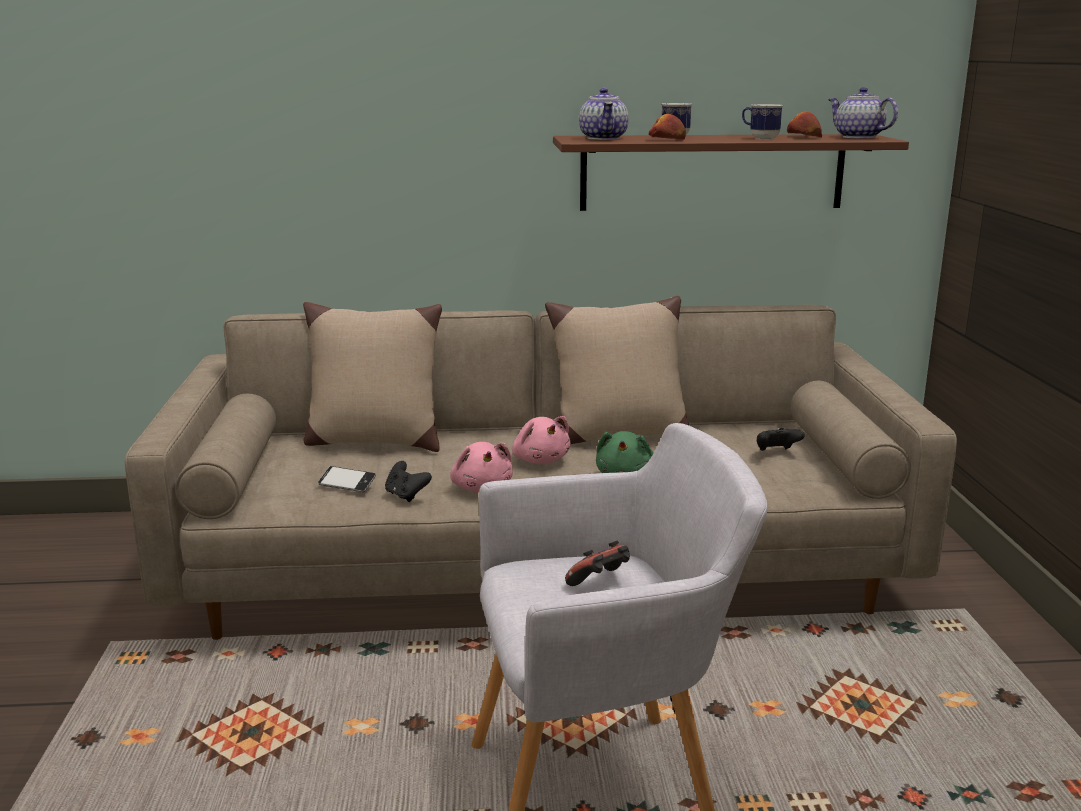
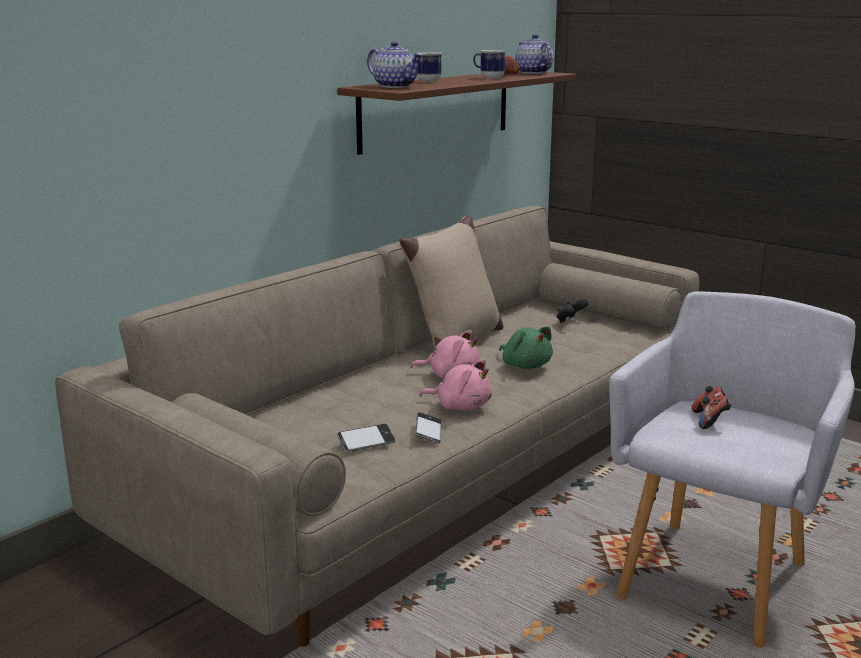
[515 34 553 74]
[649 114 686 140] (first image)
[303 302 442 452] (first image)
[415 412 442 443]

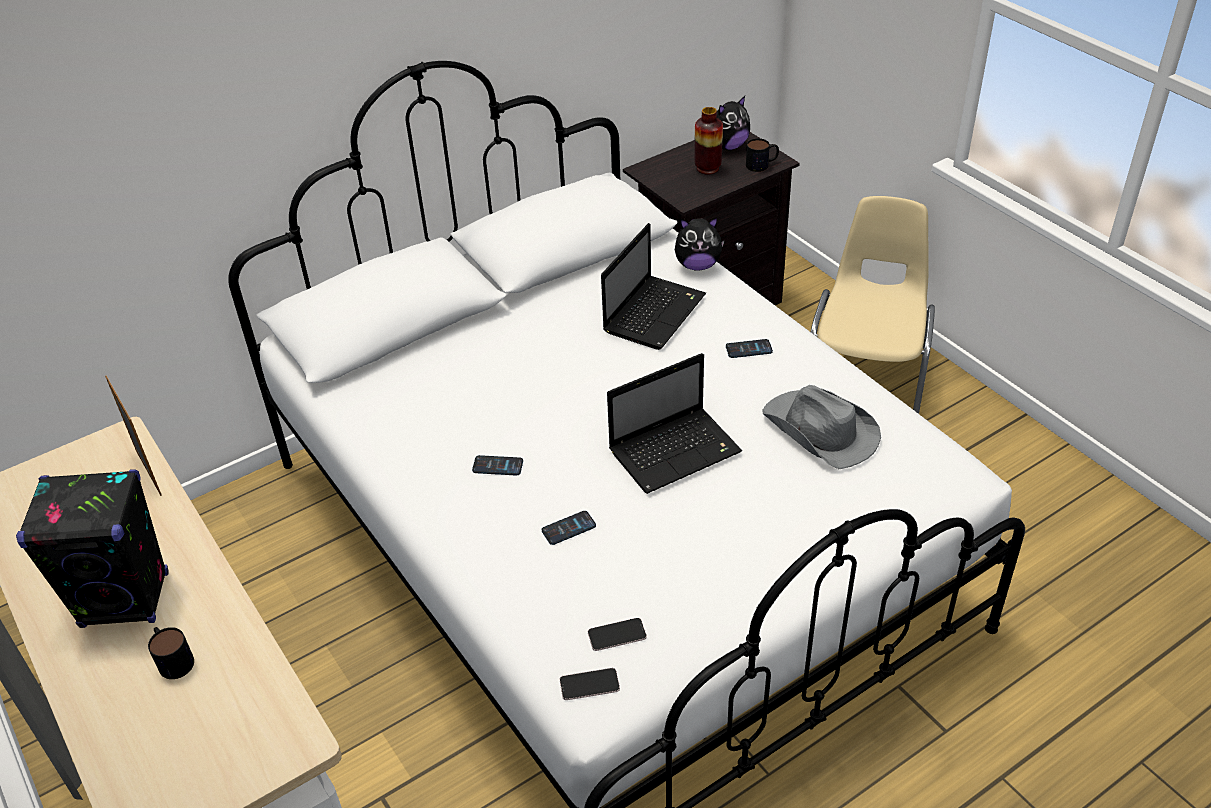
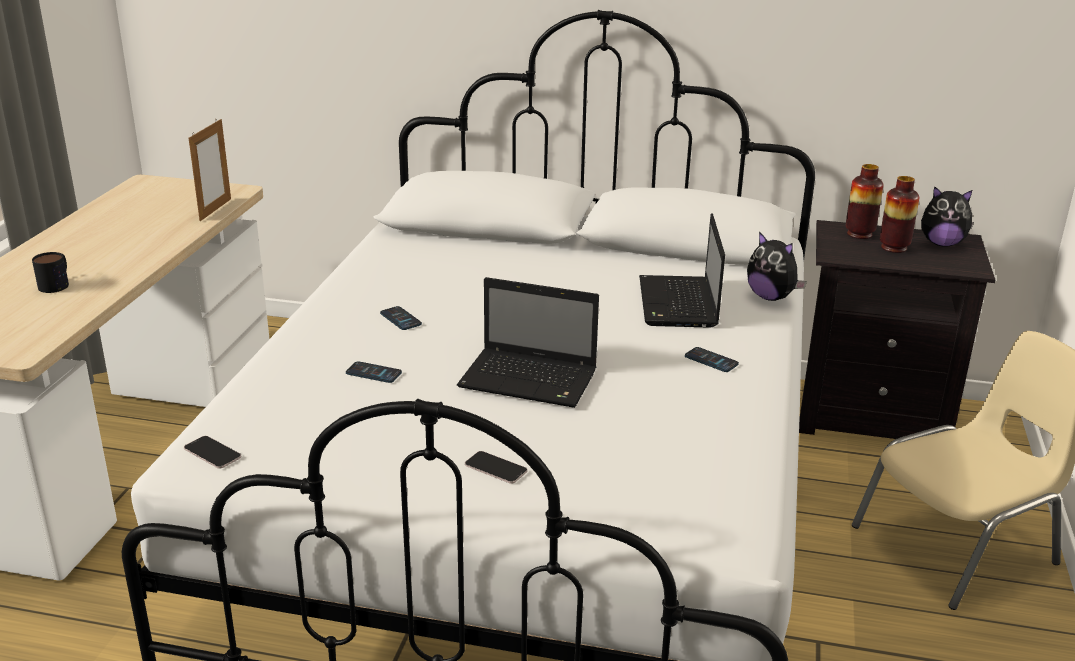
[746 138 779 172] (first image)
[639 214 725 328]
[762 385 881 469] (first image)
[16 469 169 628] (first image)
[465 451 527 484]
[846 164 883 239]

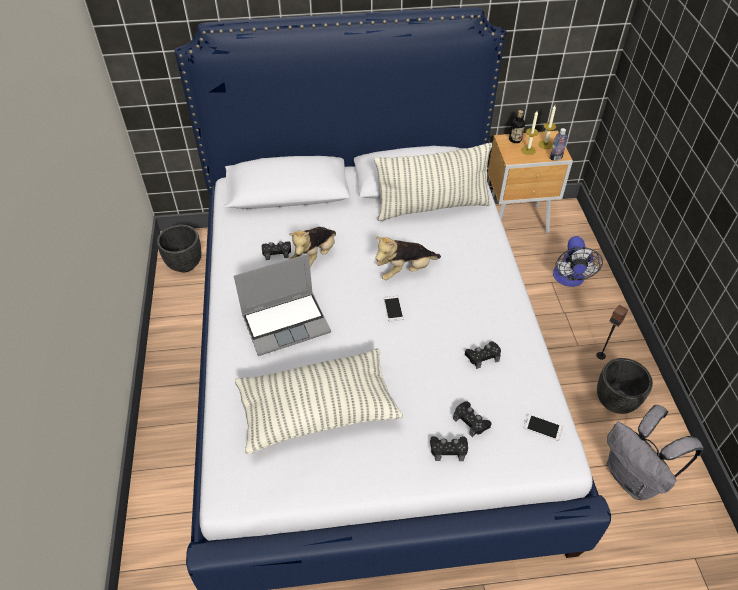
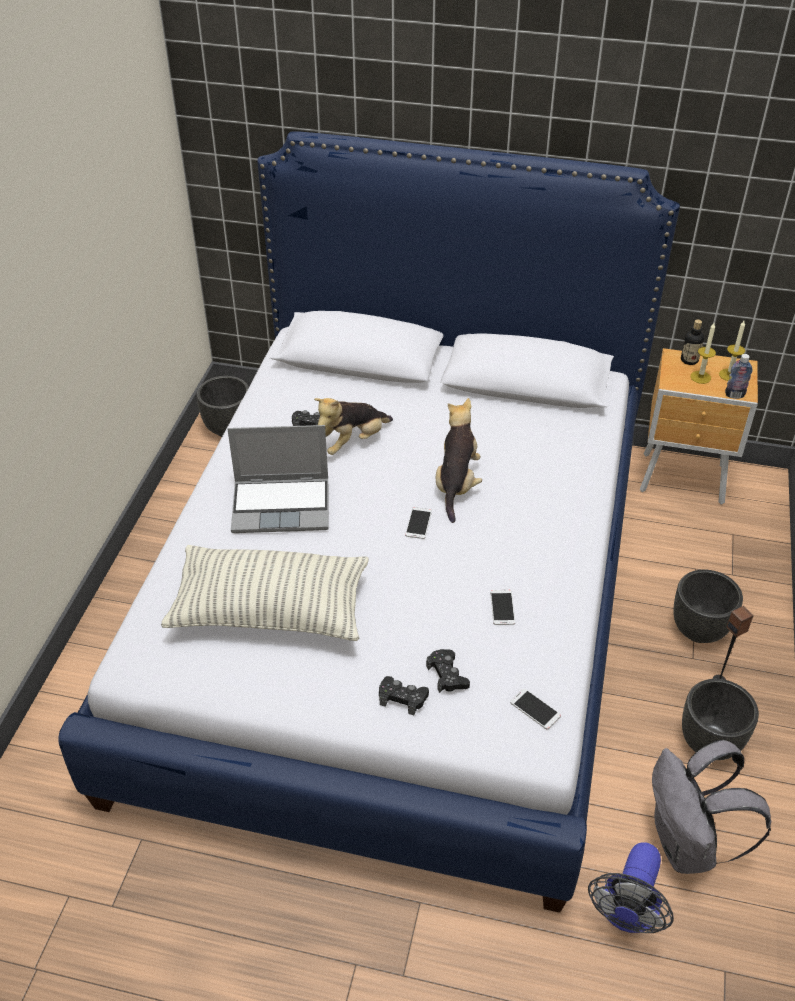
[374 143 492 221] (first image)
[588 842 674 933]
[436 398 482 523]
[490 590 515 625]
[673 570 743 643]

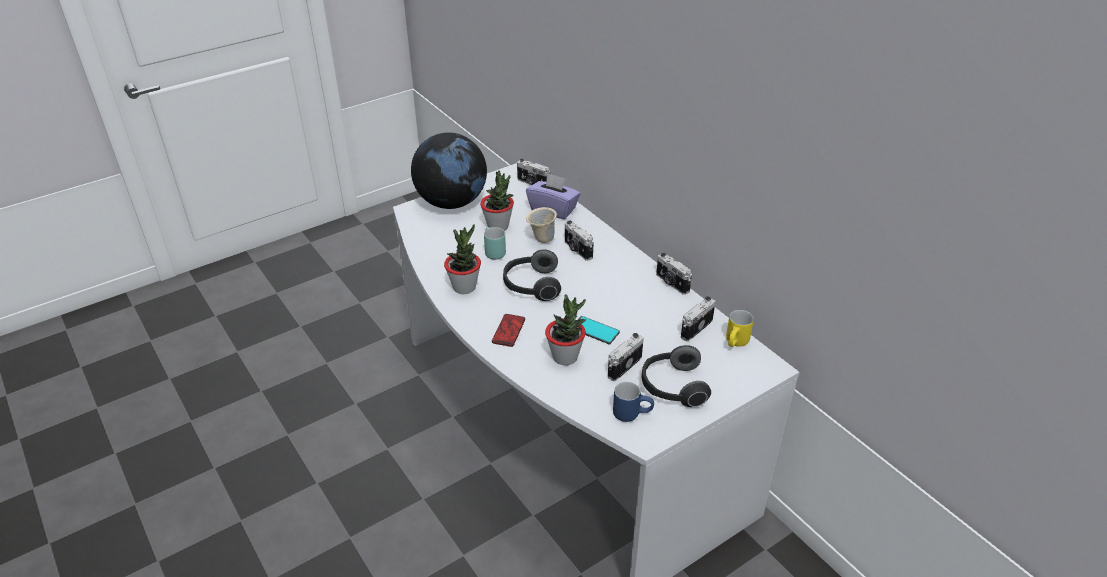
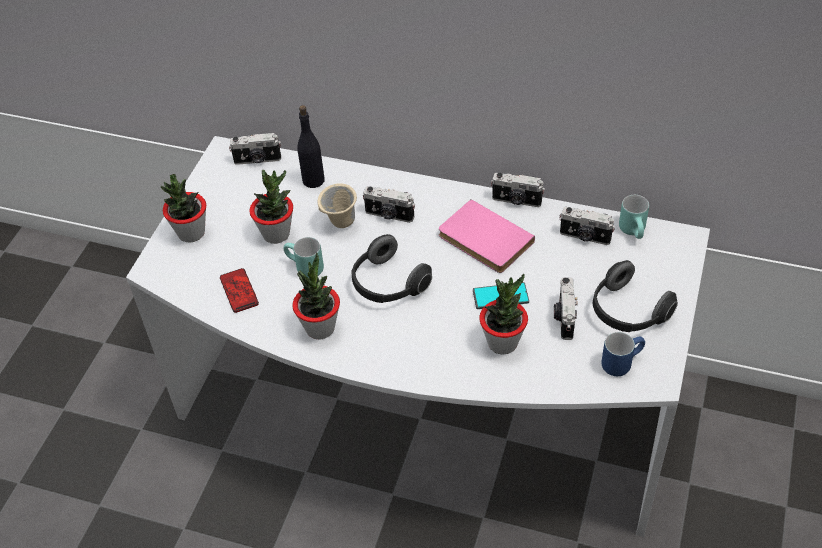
[161 174 206 243]
[297 105 325 188]
[560 207 615 245]
[619 195 649 239]
[220 268 259 313]
[439 199 535 273]

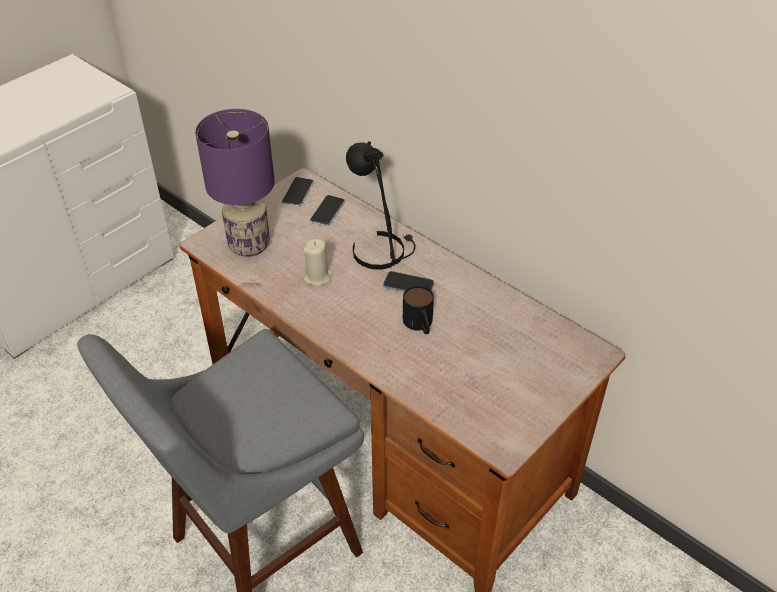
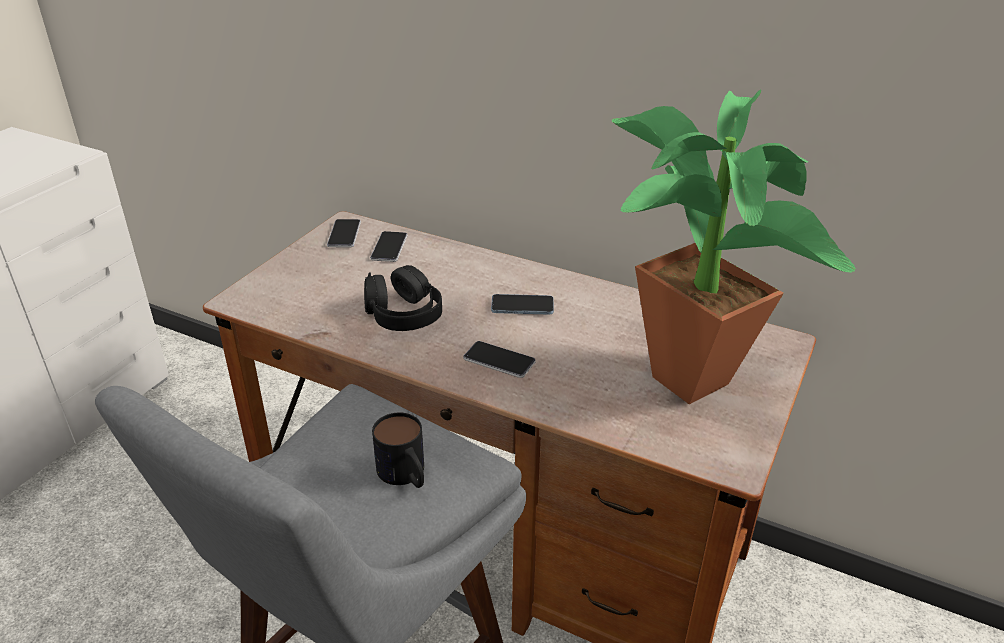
[195 109 275 257] (first image)
[346 141 415 270] (first image)
[364 265 442 331]
[372 413 424 488]
[611 90 856 404]
[463 341 536 378]

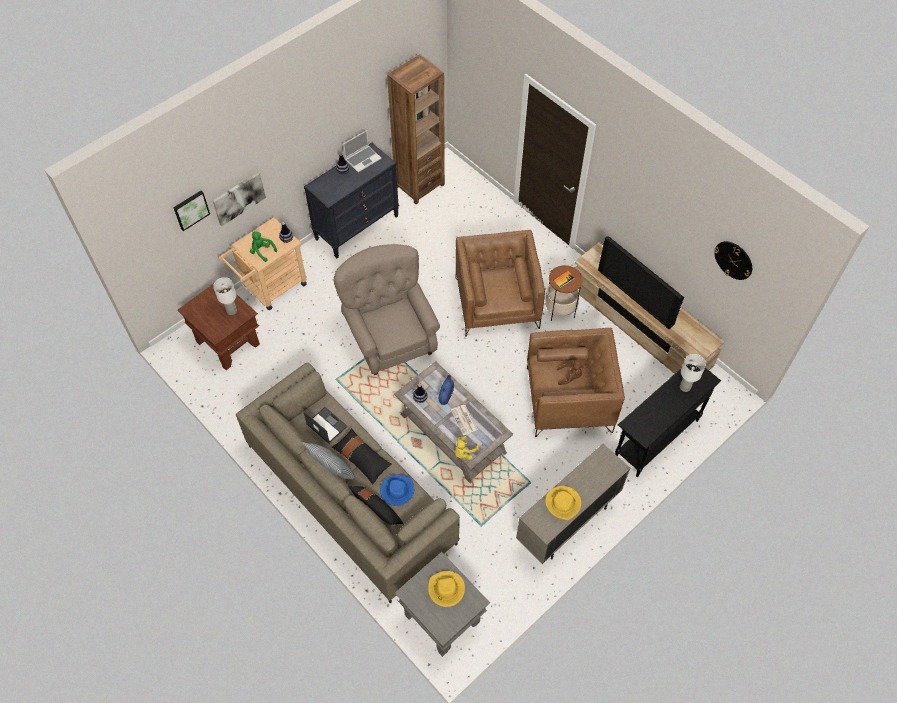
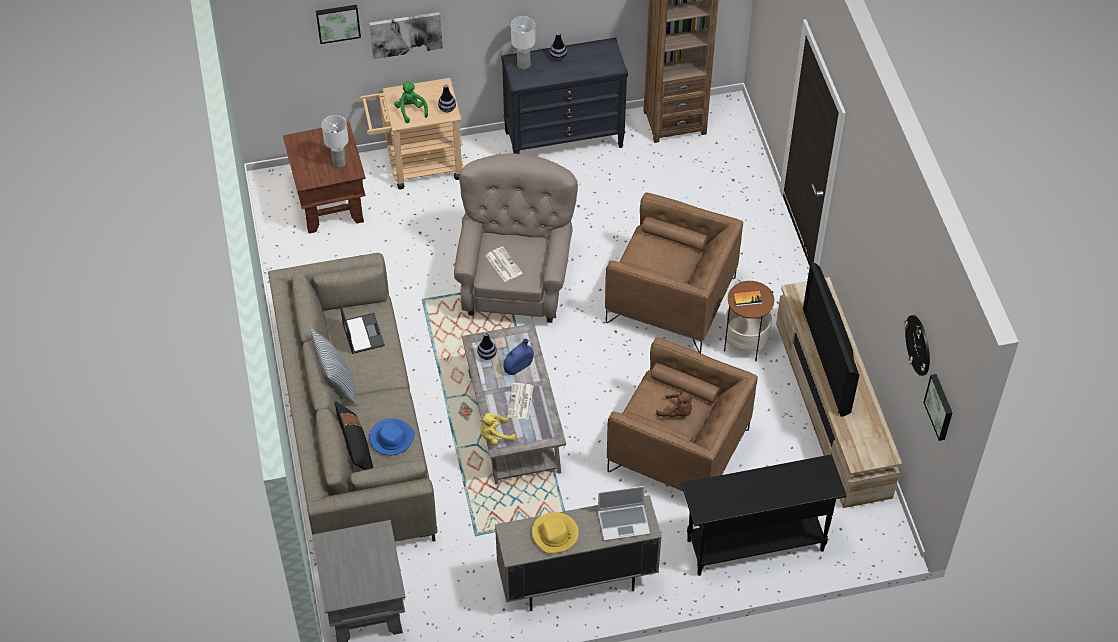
[598 486 650 541]
[605 192 743 353]
[511 16 536 69]
[332 428 392 484] (first image)
[428 571 465 607] (first image)
[486 247 522 282]
[923 374 952 441]

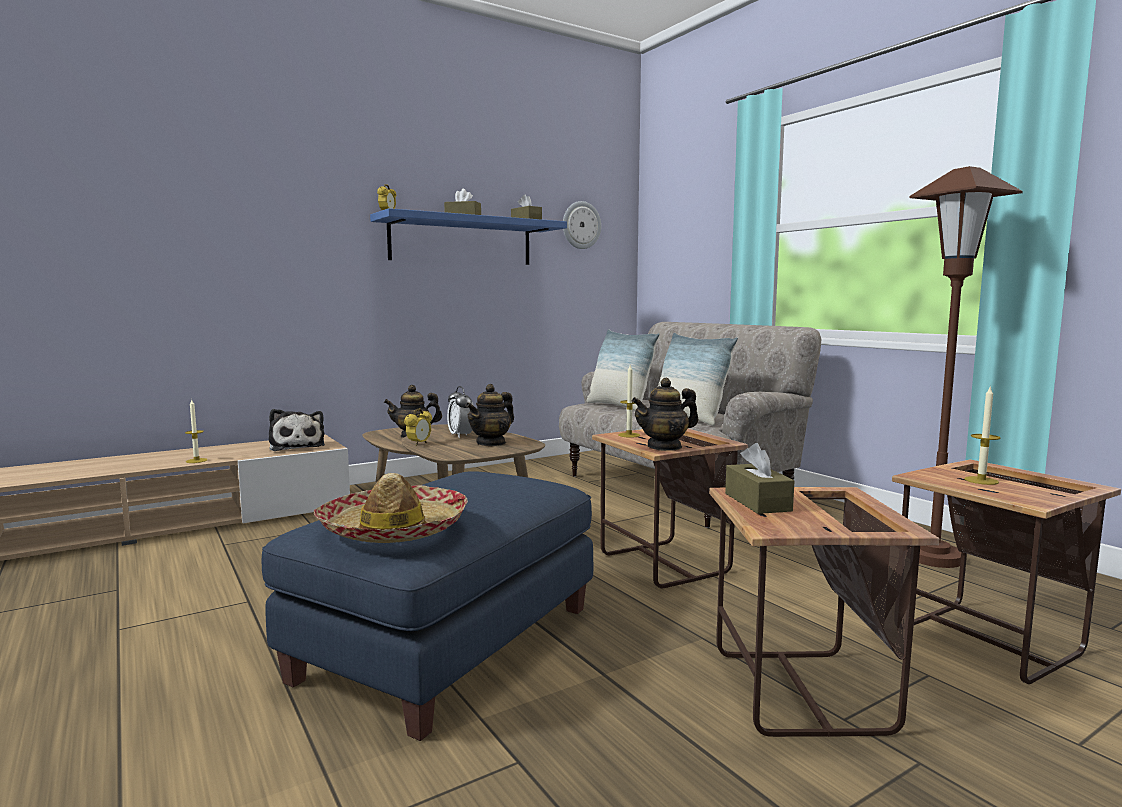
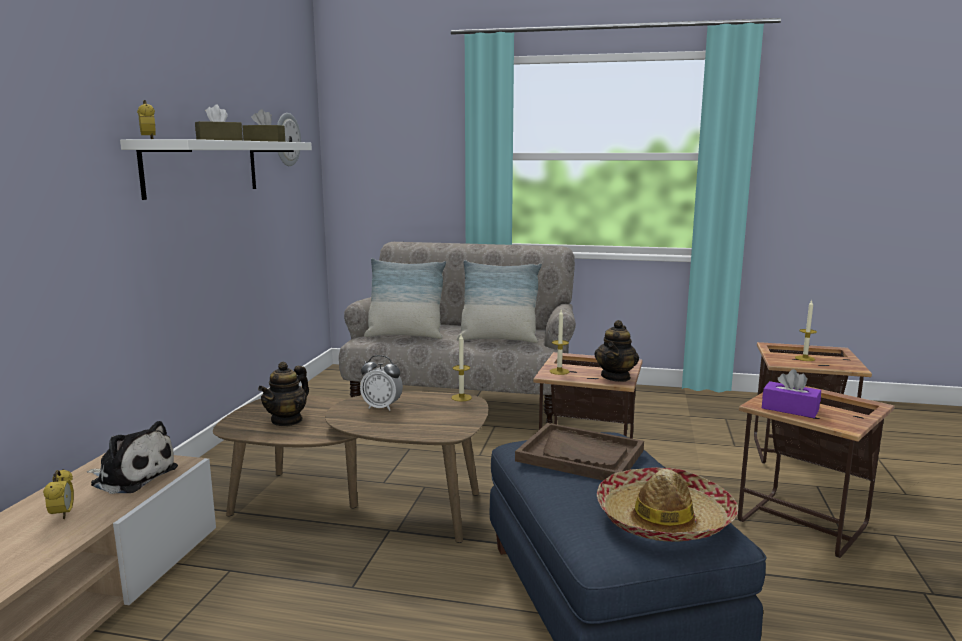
[909 166 1023 568] (first image)
[120 139 312 200]
[465 384 514 446] (first image)
[451 334 472 402]
[43 469 74 519]
[762 369 821 418]
[515 423 644 481]

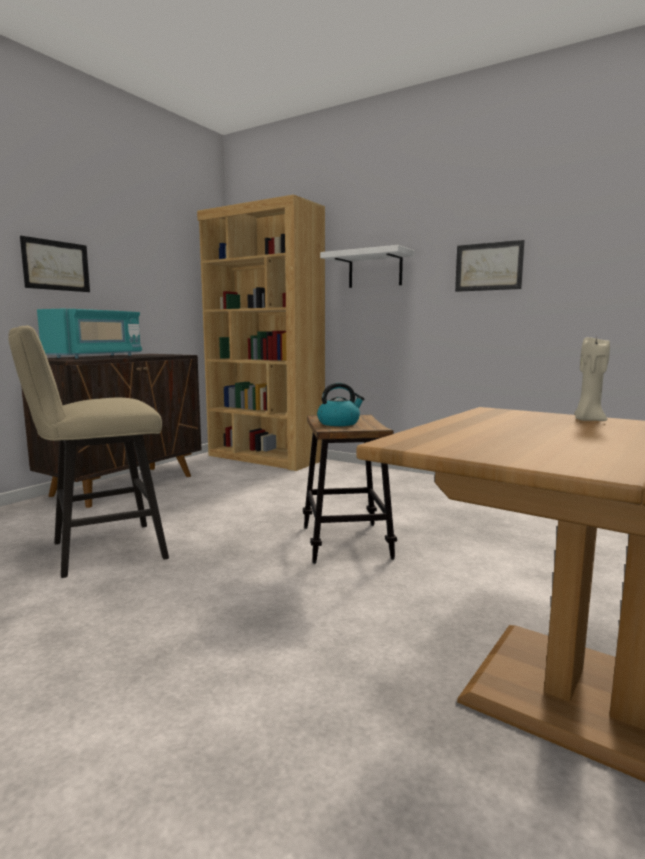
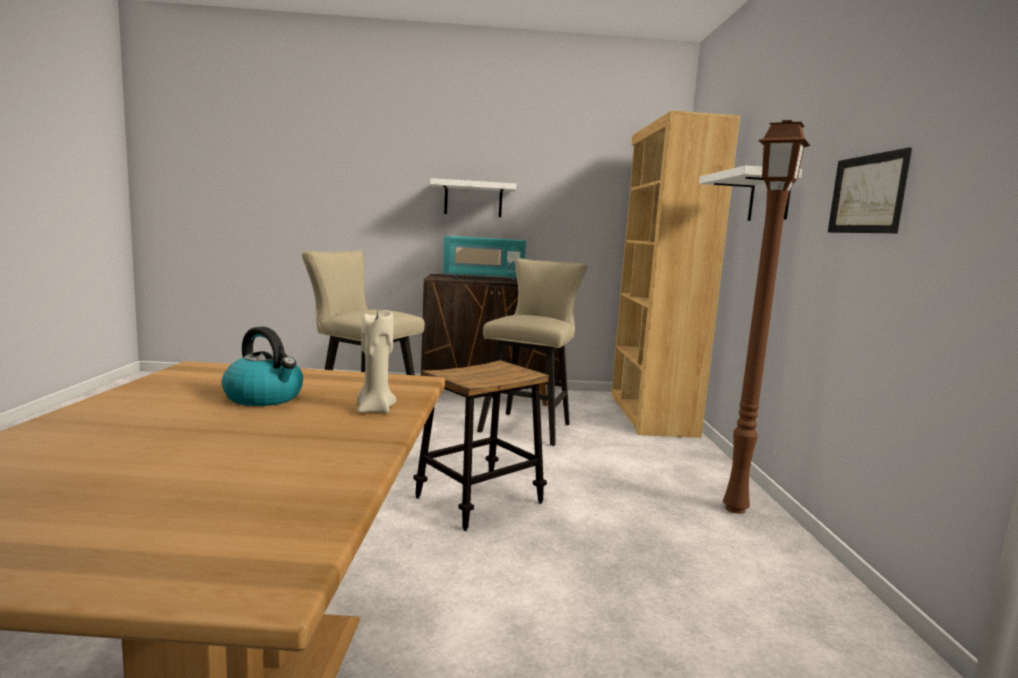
[430 178 516 217]
[222 327 303 406]
[723 120 810 514]
[477 258 588 446]

